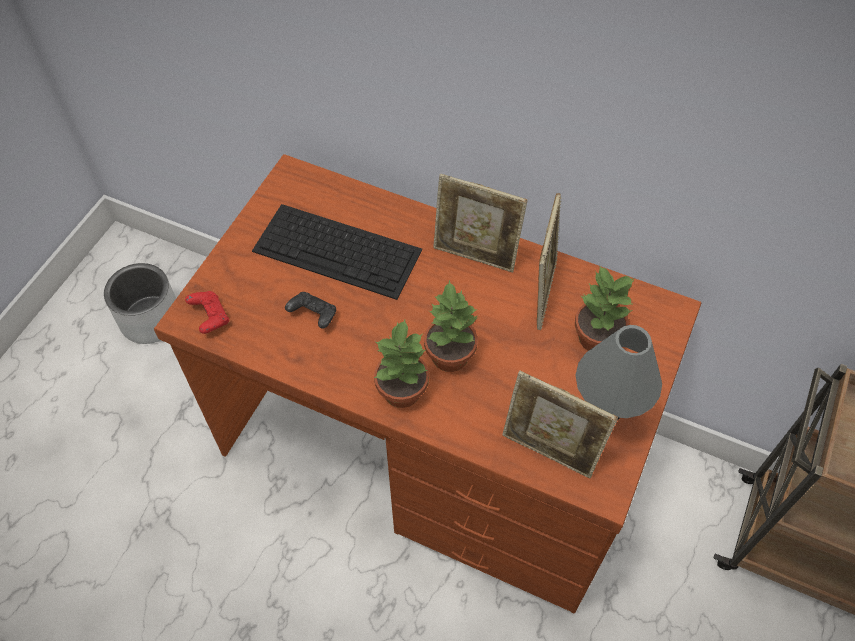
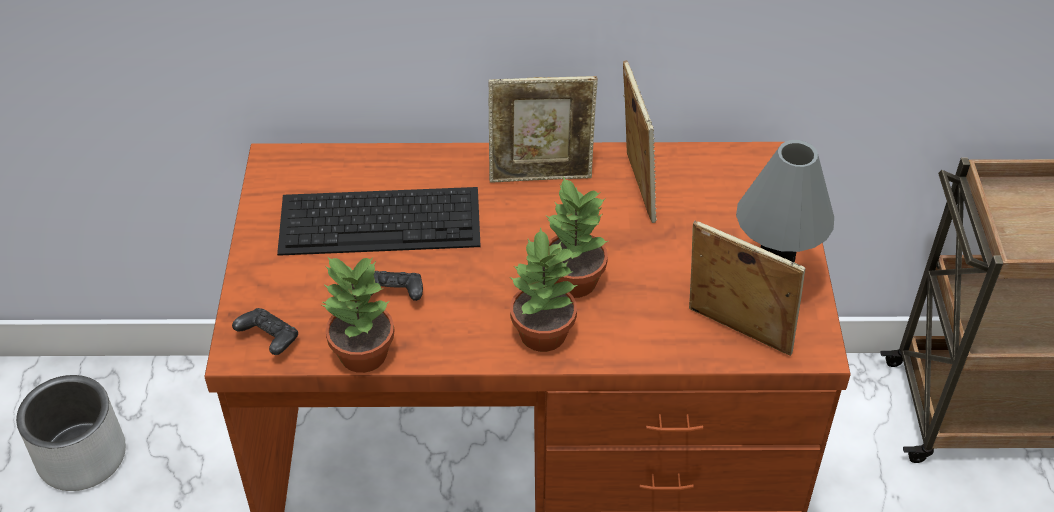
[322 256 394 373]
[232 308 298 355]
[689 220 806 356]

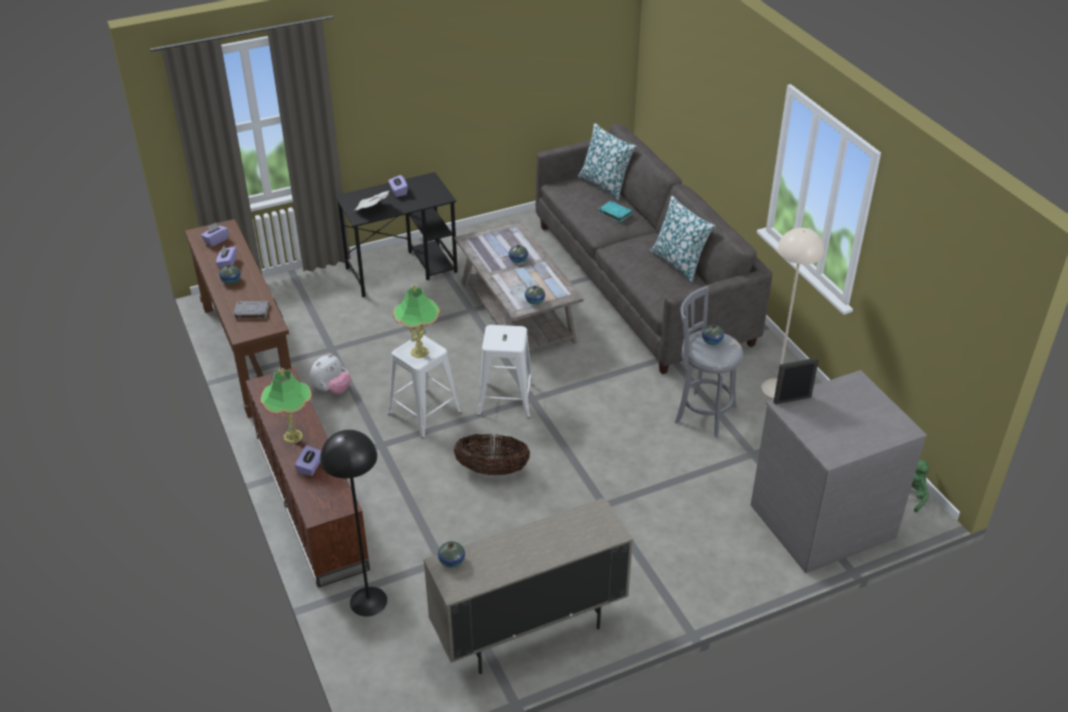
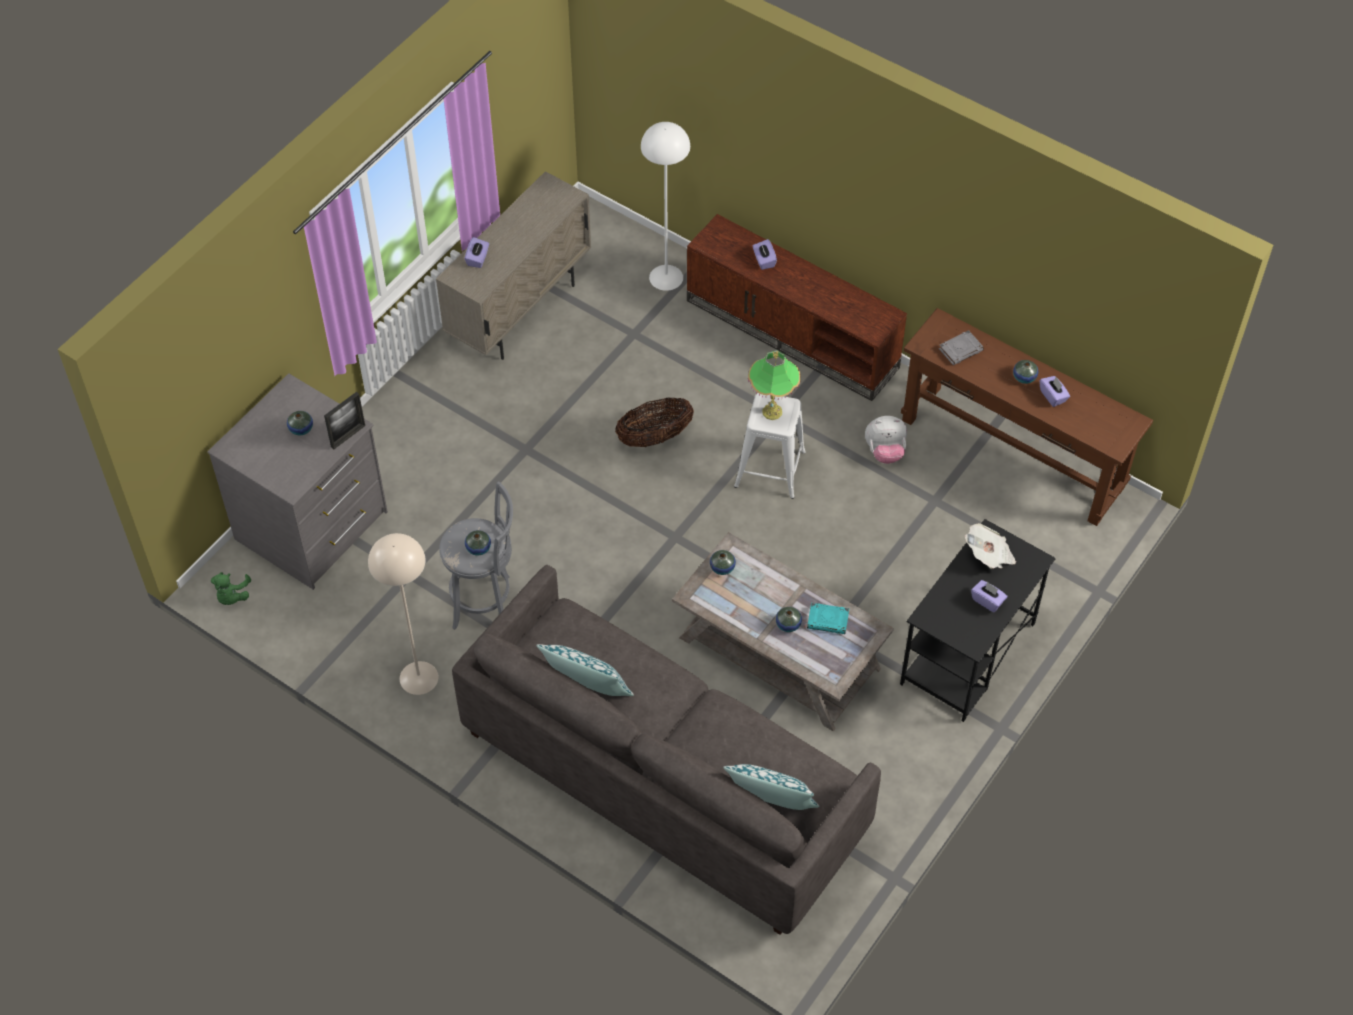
[807 603 849 634]
[464 237 489 268]
[477 325 534 418] (first image)
[865 416 907 464]
[261 368 312 444] (first image)
[641 122 690 291]
[287 411 313 435]

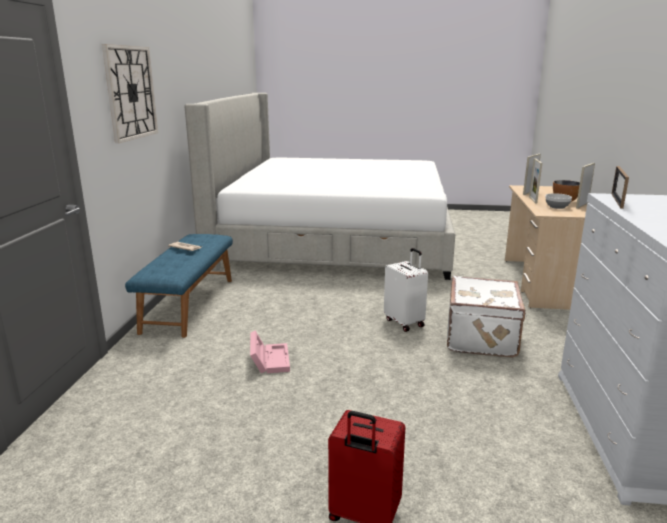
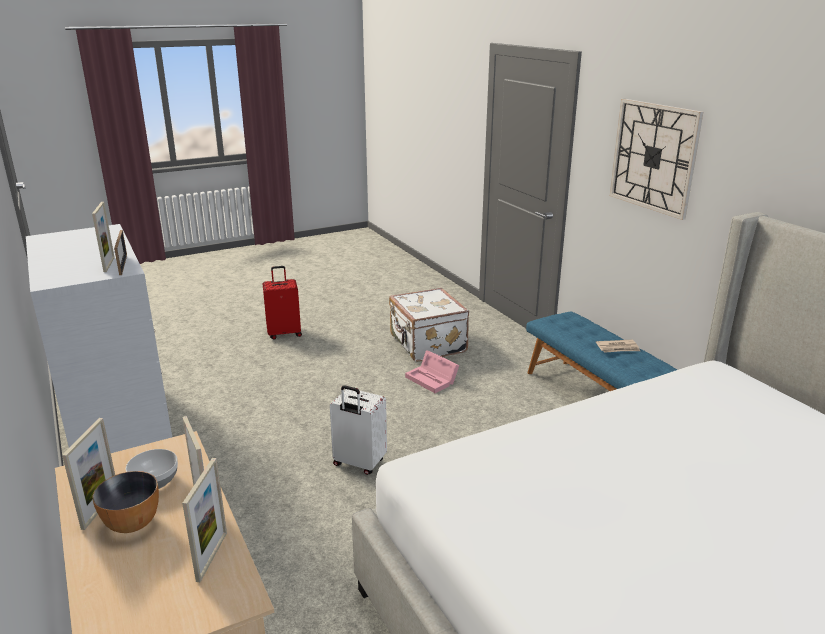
[389 288 469 362]
[92 202 115 272]

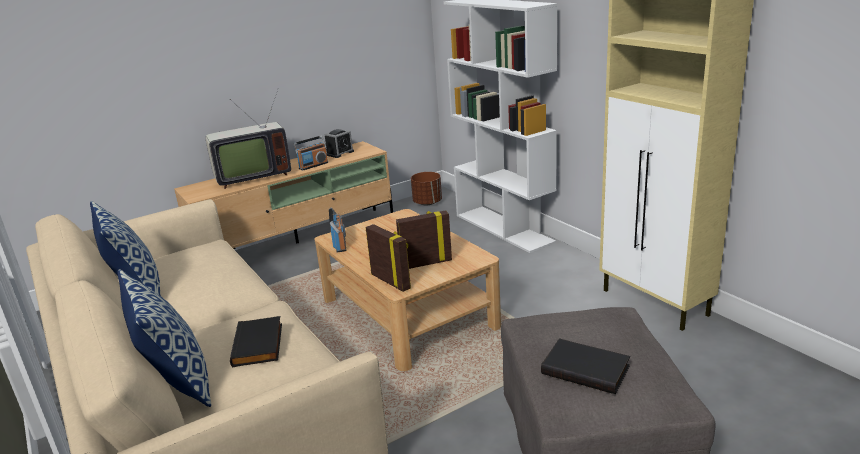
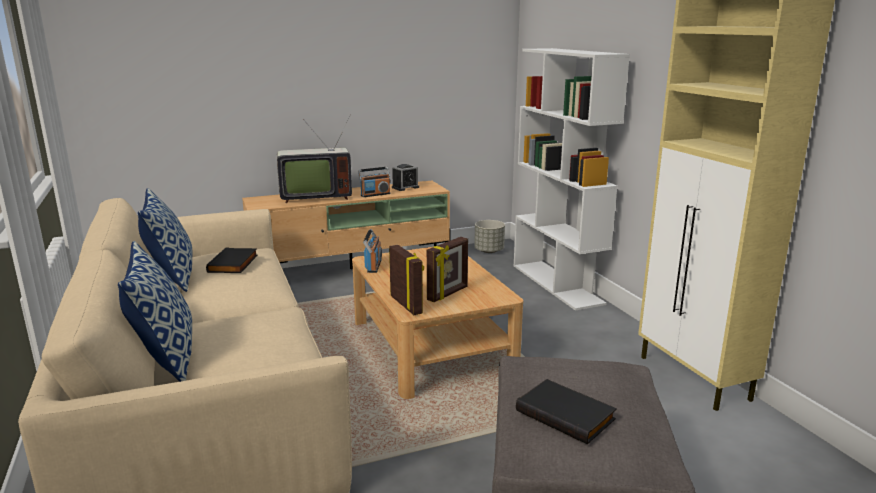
[474 220 505 253]
[427 237 468 302]
[206 247 258 273]

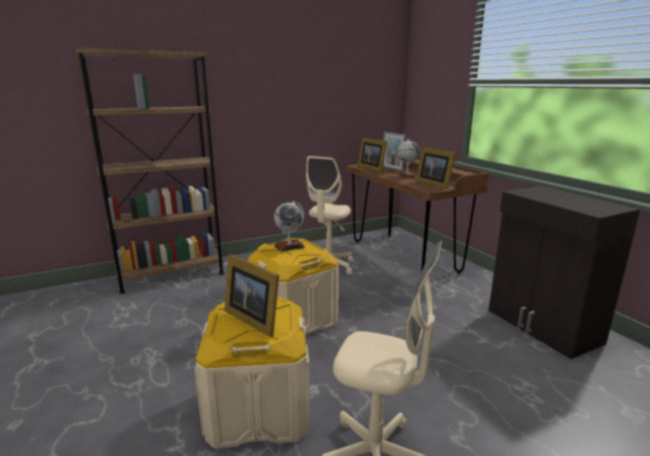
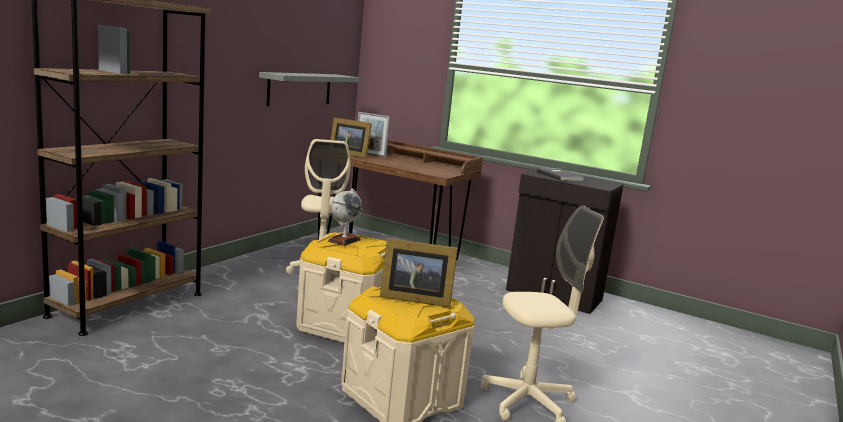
[397 139 420 178] (first image)
[416 147 456 190] (first image)
[259 72 359 106]
[537 168 584 181]

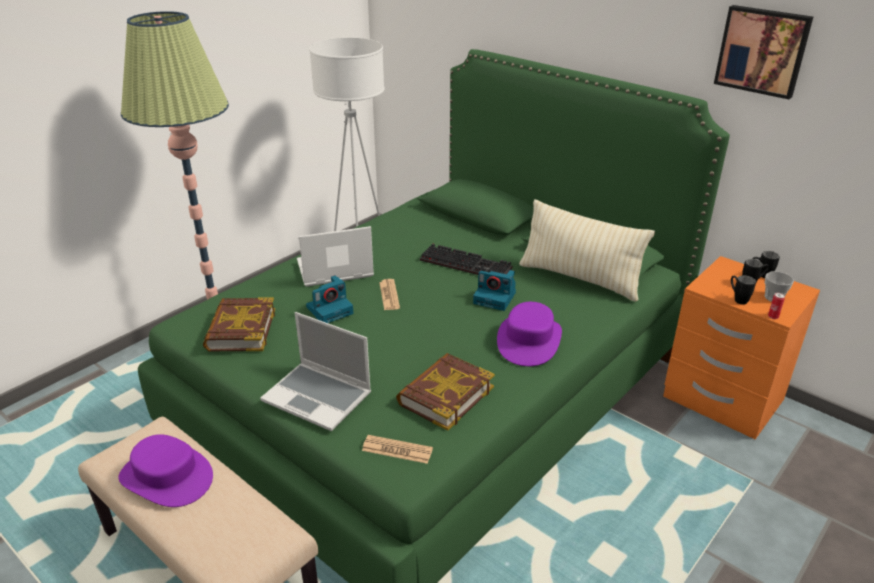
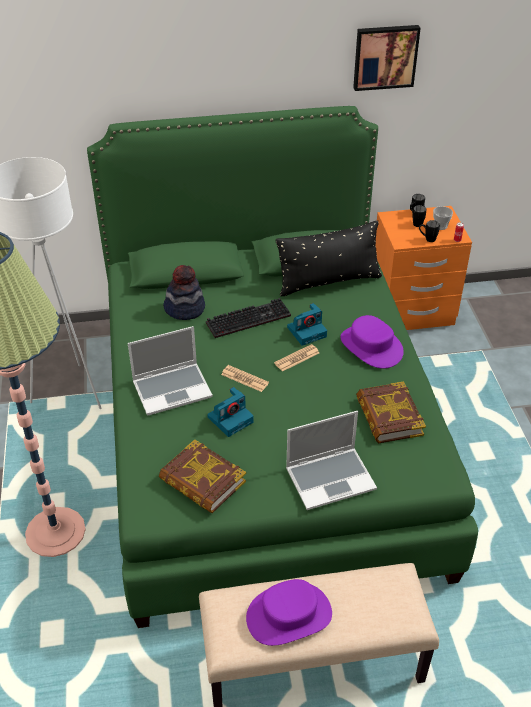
[276 220 382 297]
[128 326 213 416]
[207 387 253 437]
[274 344 319 372]
[163 265 205 320]

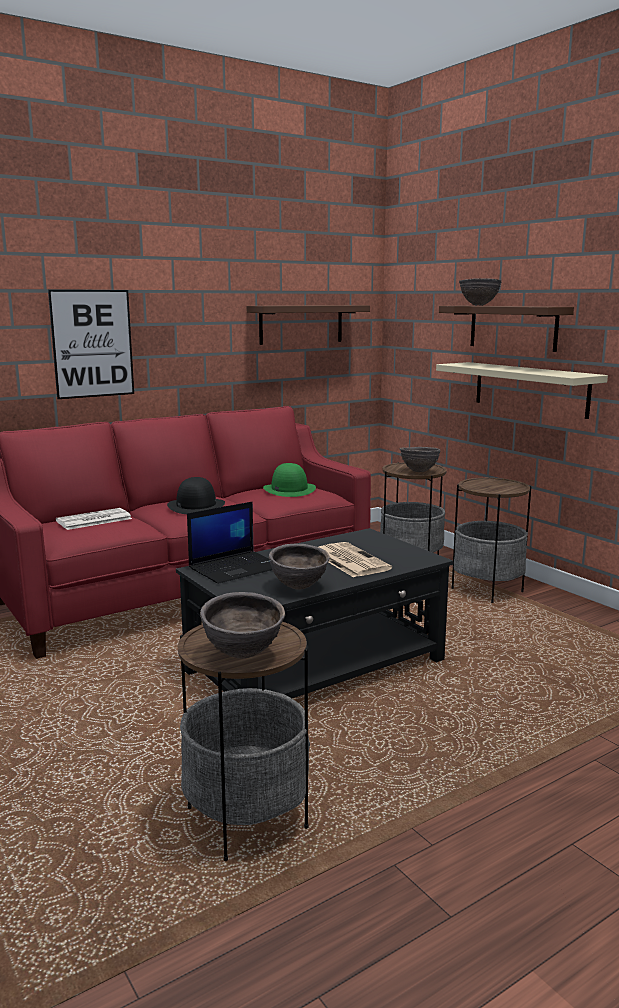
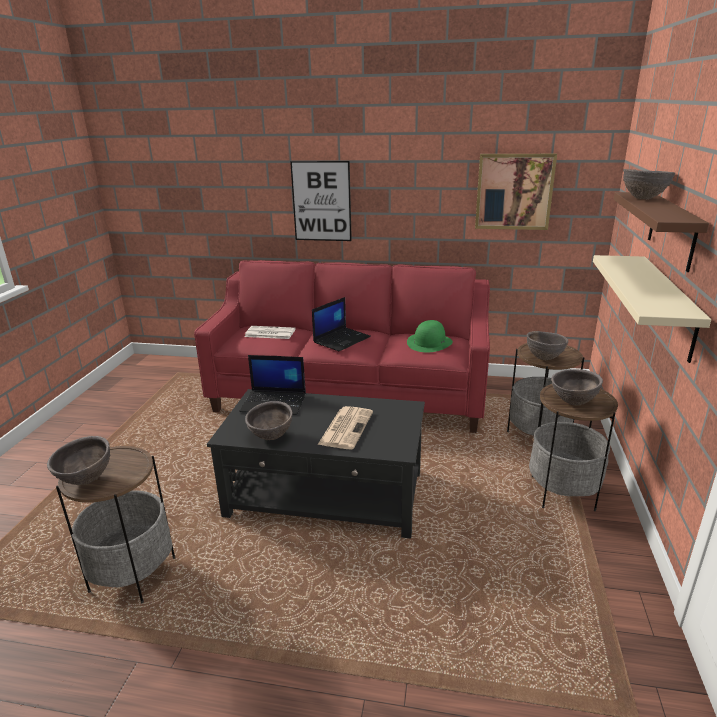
[475 154 557 230]
[312 297 371 351]
[551 369 603 406]

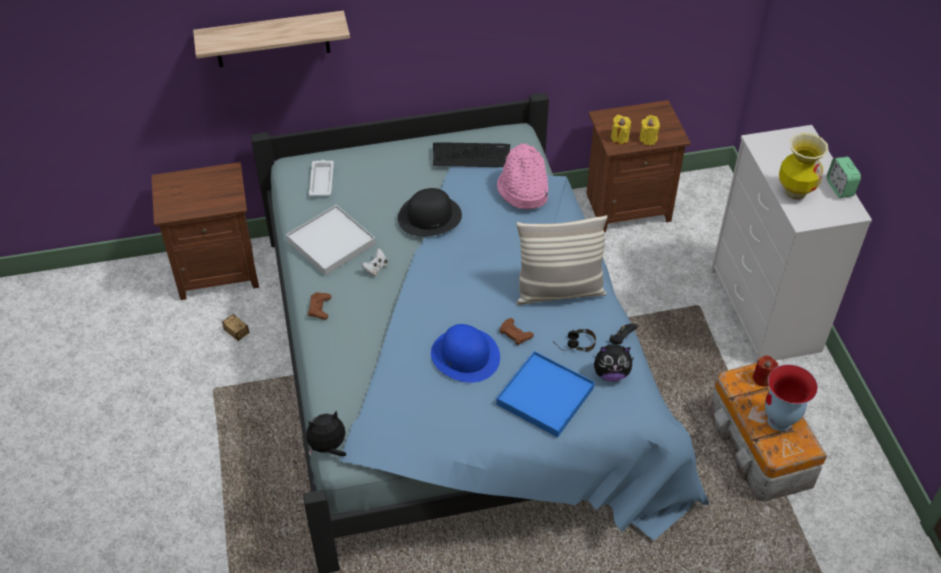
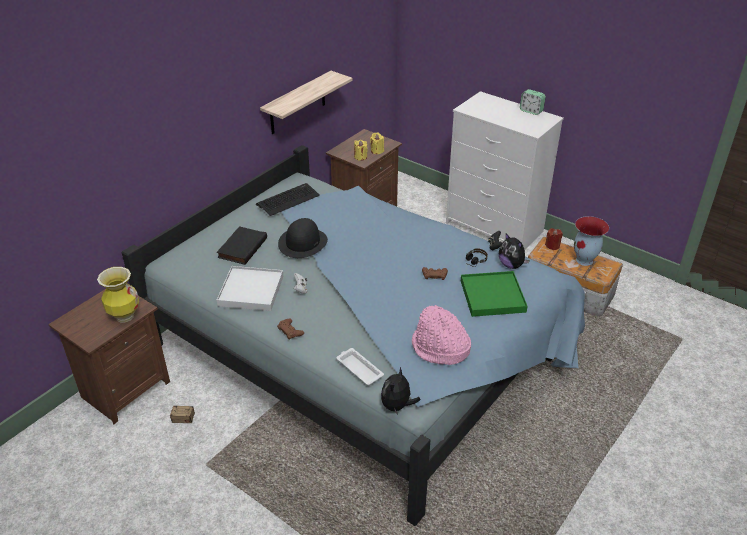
[260 71 353 134]
[97 267 139 322]
[412 305 471 365]
[336 348 384 385]
[516 215 608 305] (first image)
[431 324 500 383] (first image)
[499 233 530 269]
[461 271 528 317]
[217 226 267 265]

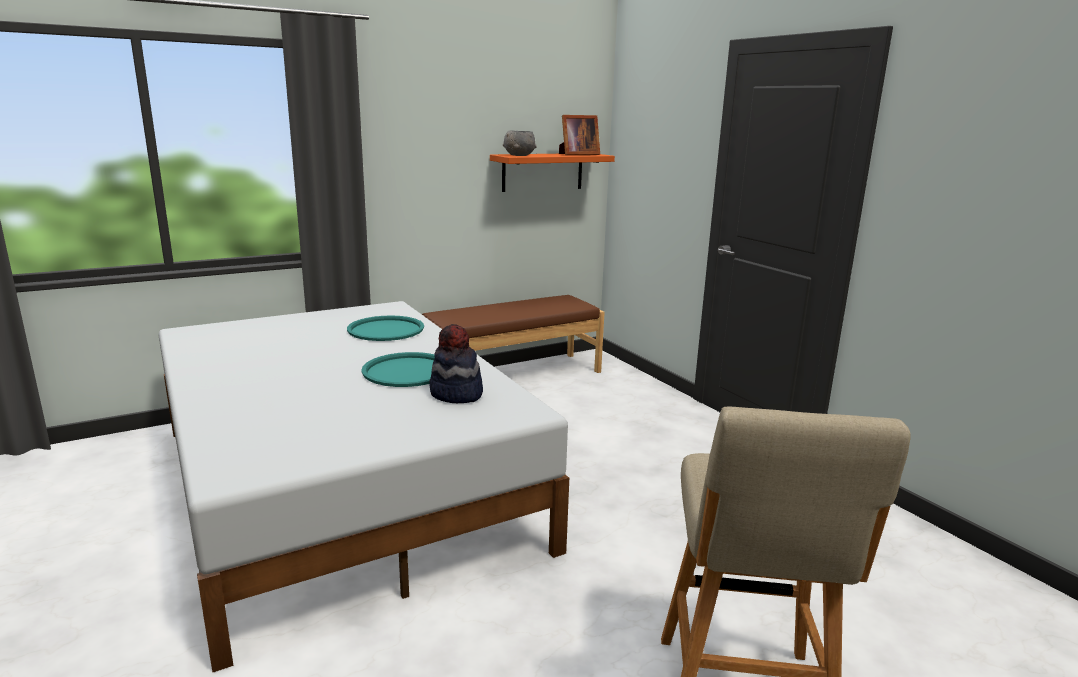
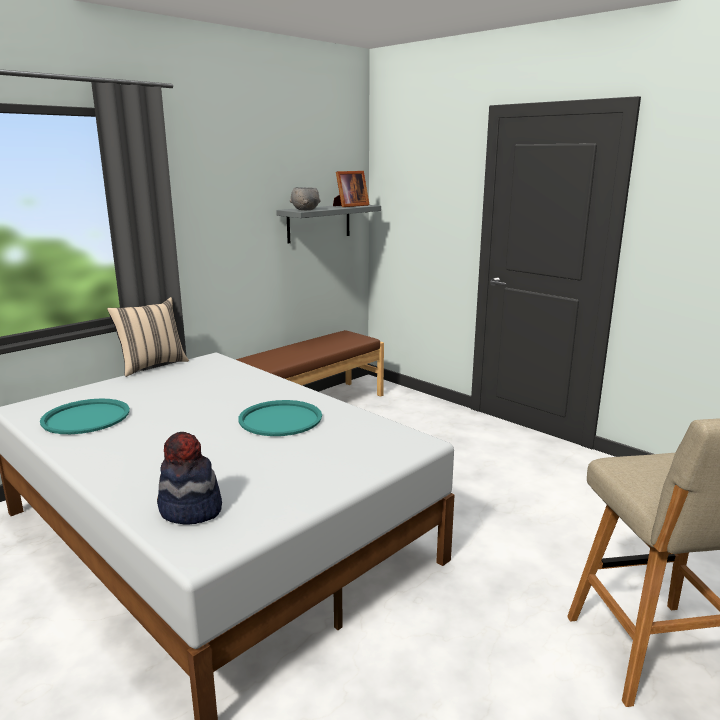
[276 205 381 243]
[40 399 130 434]
[157 432 222 525]
[107 297 189 377]

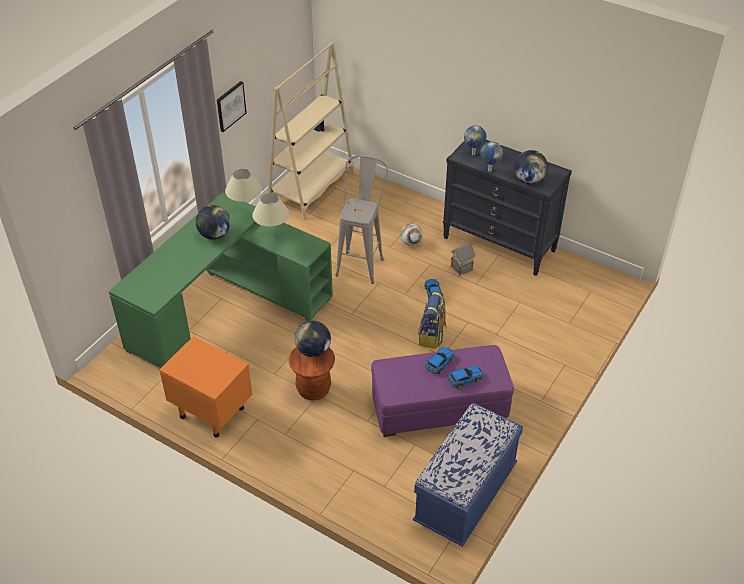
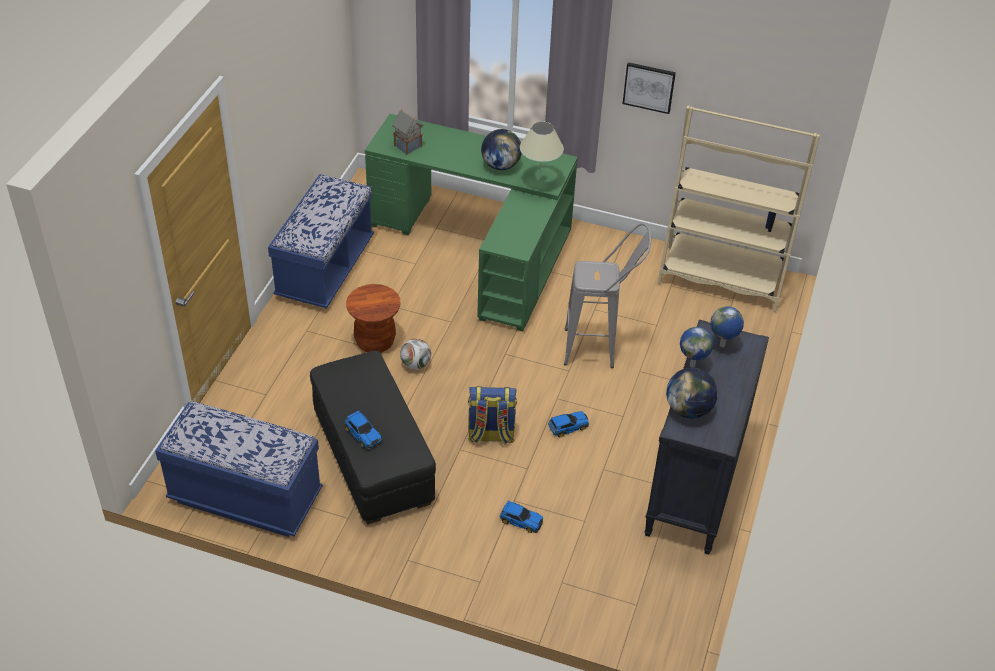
[252 193 289 242] (first image)
[400 338 431 370]
[392 109 424 155]
[294 321 331 357] (first image)
[268 174 374 308]
[310 351 436 525]
[500 500 543 533]

